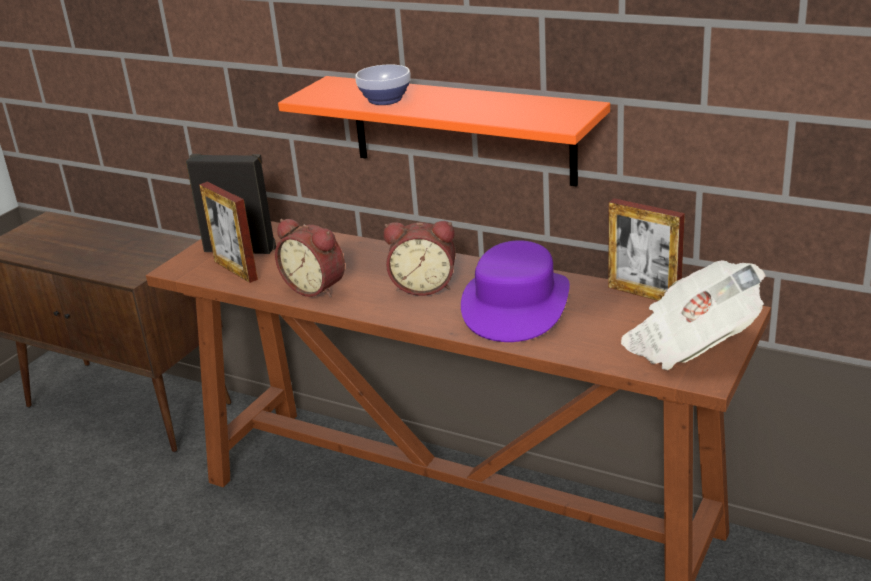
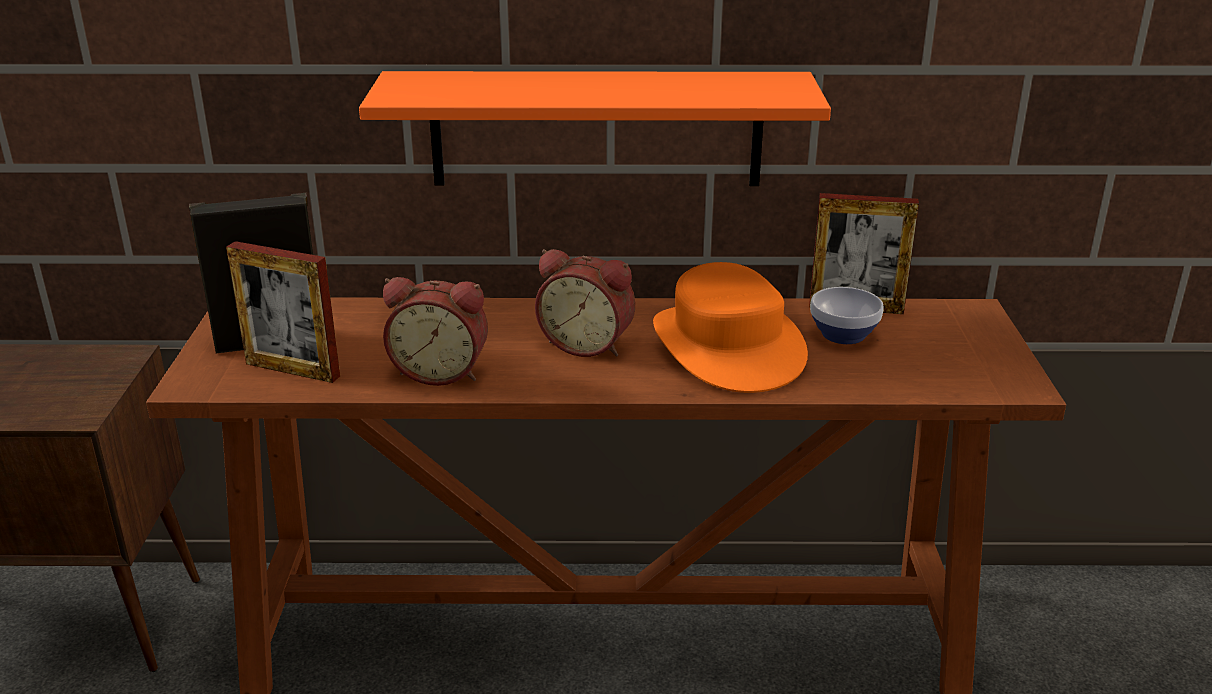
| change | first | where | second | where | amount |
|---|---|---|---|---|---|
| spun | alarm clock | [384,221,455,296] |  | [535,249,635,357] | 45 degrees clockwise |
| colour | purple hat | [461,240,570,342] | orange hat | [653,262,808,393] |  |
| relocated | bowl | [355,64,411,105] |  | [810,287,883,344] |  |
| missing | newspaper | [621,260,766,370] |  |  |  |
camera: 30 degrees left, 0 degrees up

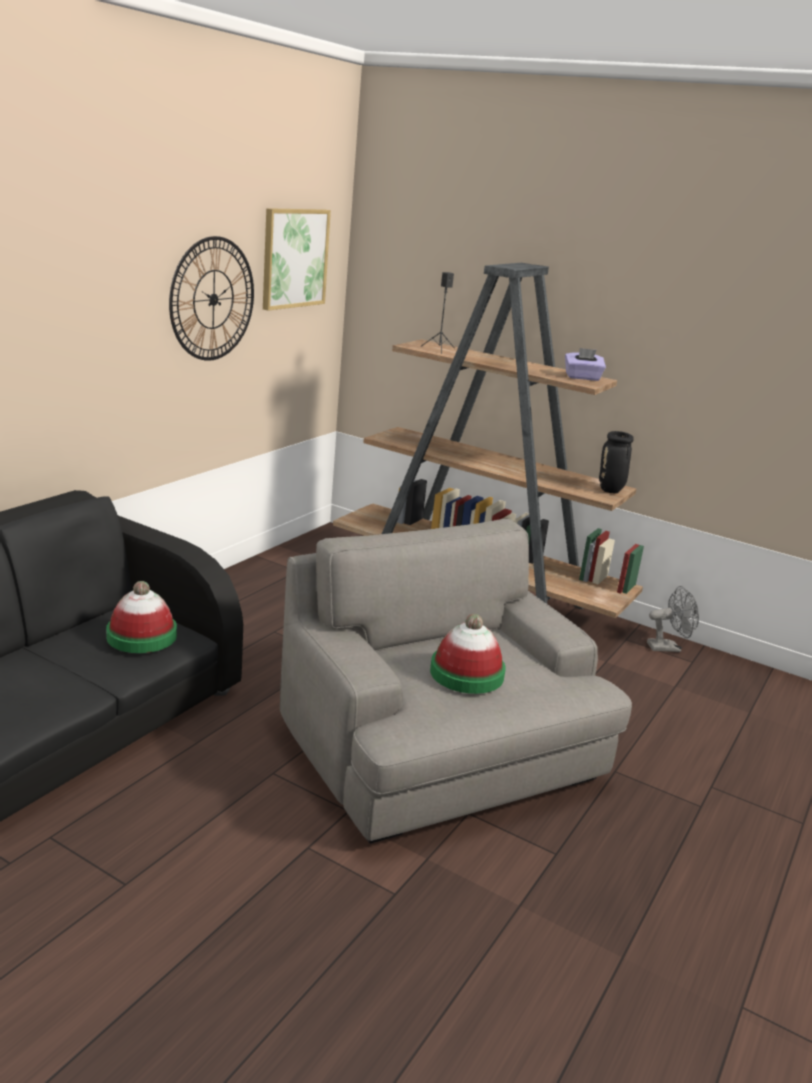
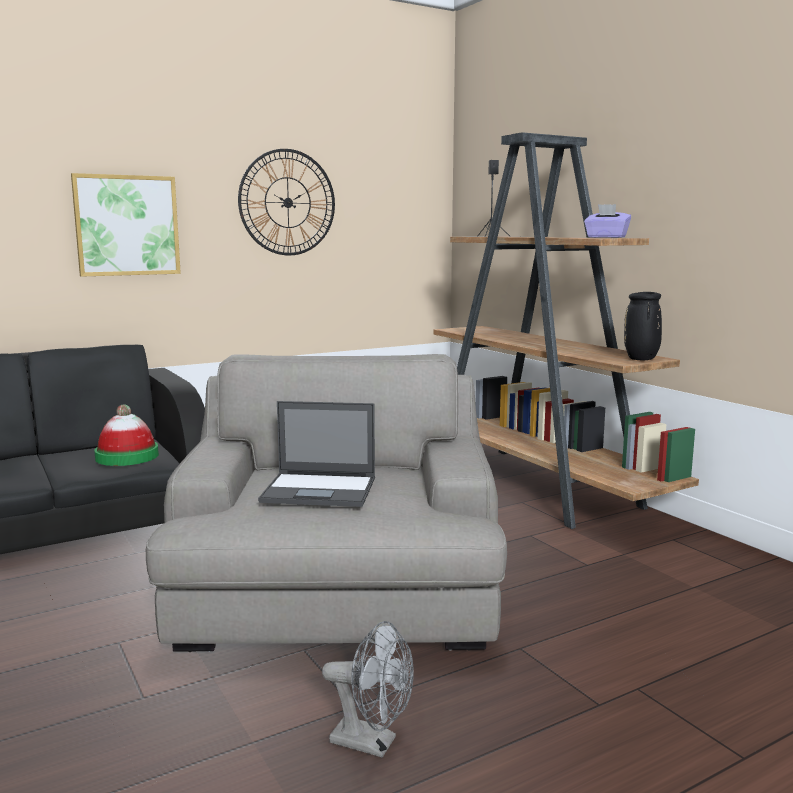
| change | first | where | second | where | amount |
|---|---|---|---|---|---|
| relocated | picture | [263,208,331,311] |  | [71,173,181,277] |  |
| exchanged | hat | [430,614,506,694] | laptop | [258,401,375,507] |  |
| relocated | grey fan | [647,586,699,652] |  | [322,621,414,758] |  |
camera: 30 degrees right, 10 degrees down

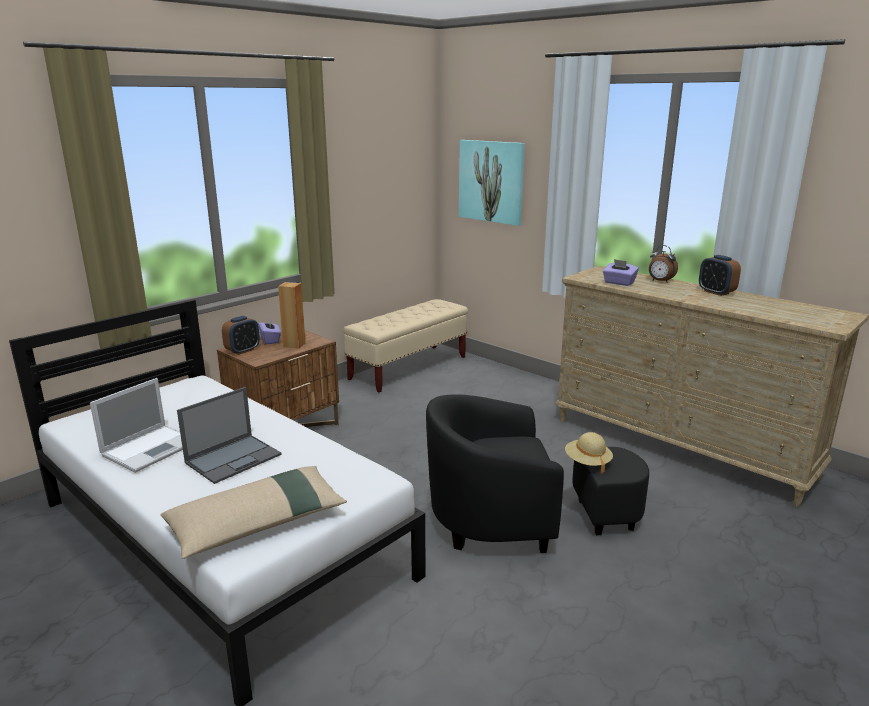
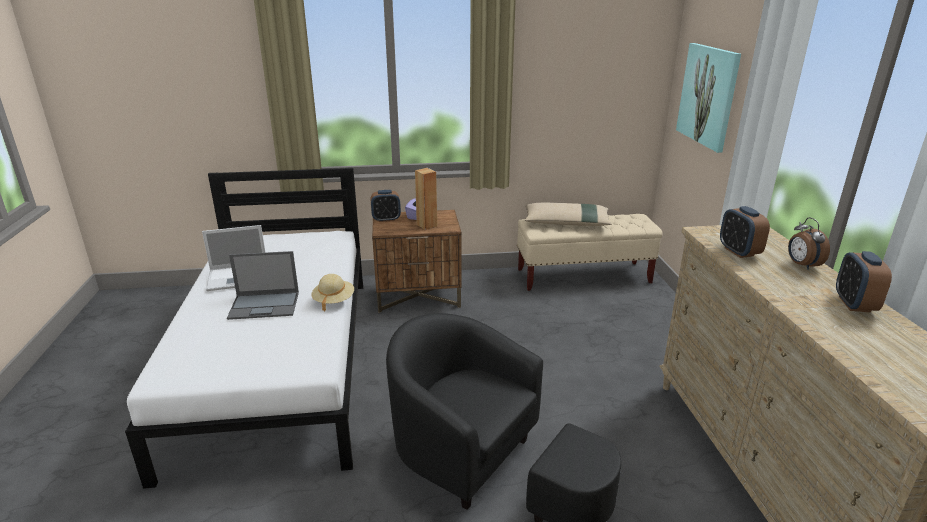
| change | first | where | second | where | amount |
|---|---|---|---|---|---|
| relocated | beige hat | [565,432,613,474] |  | [311,274,354,311] |  |
| relocated | beige pillow | [161,466,347,559] |  | [525,203,612,226] |  |
| exchanged | purple tissue box | [603,259,639,286] | alarm clock | [720,206,770,258] |  |
camera: 40 degrees right, 5 degrees up

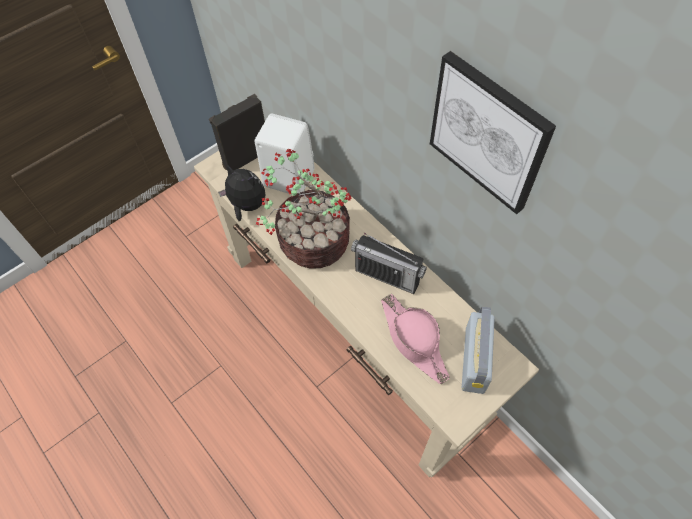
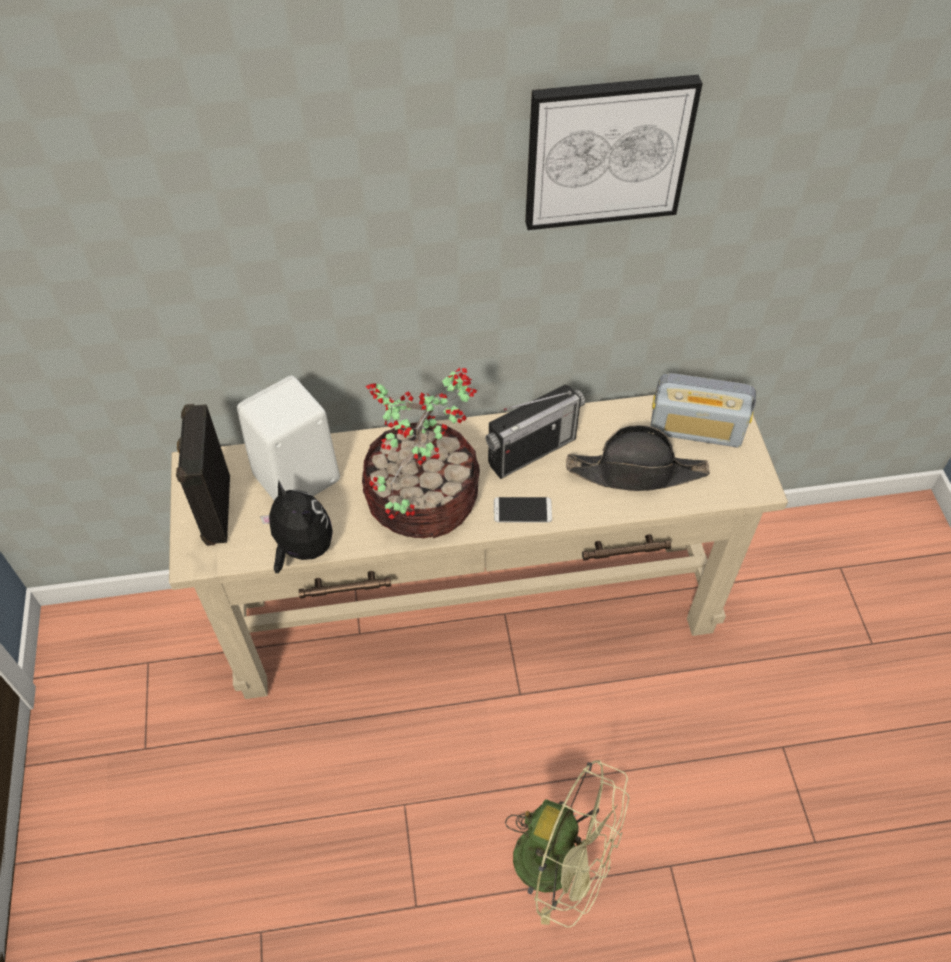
| change | first | where | second | where | amount |
|---|---|---|---|---|---|
| spun | plush toy | [218,164,265,221] |  | [260,480,333,573] | 75 degrees clockwise |
| appeared |  |  | phone | [494,497,552,523] |  |
| appeared |  |  | green fan | [505,760,629,928] |  |
| colour | pink hat | [381,294,450,384] | black hat | [566,425,710,491] |  |
| spun | radio | [462,306,495,394] |  | [650,373,756,447] | 150 degrees clockwise |
camera: 60 degrees left, 5 degrees down

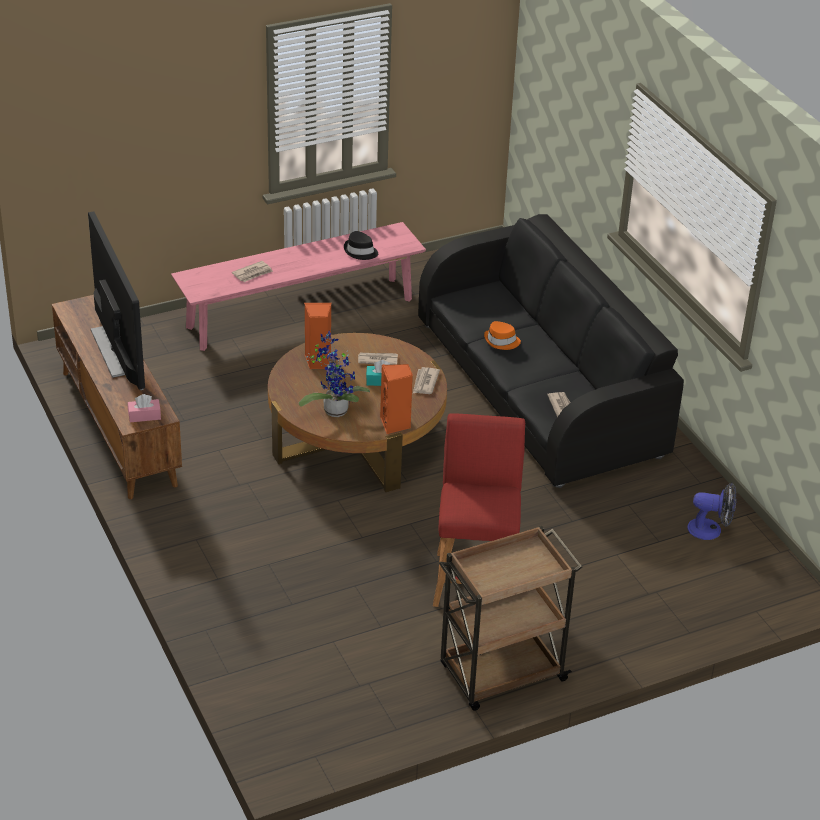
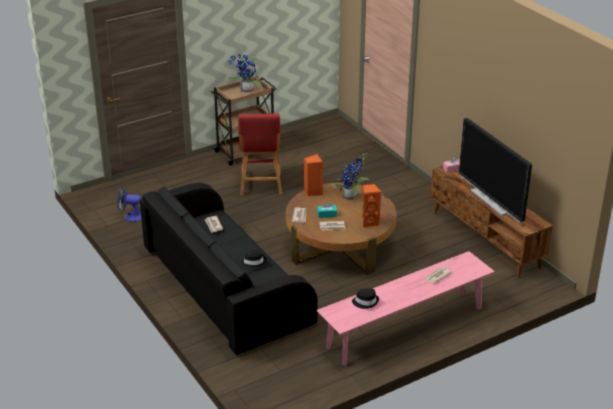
| change | first | where | second | where | amount |
|---|---|---|---|---|---|
| appeared |  |  | potted plant | [228,54,262,92] |  |
| colour | orange hat | [484,321,521,350] | black hat | [241,248,266,269] |  |
camera: 175 degrees right, 5 degrees down

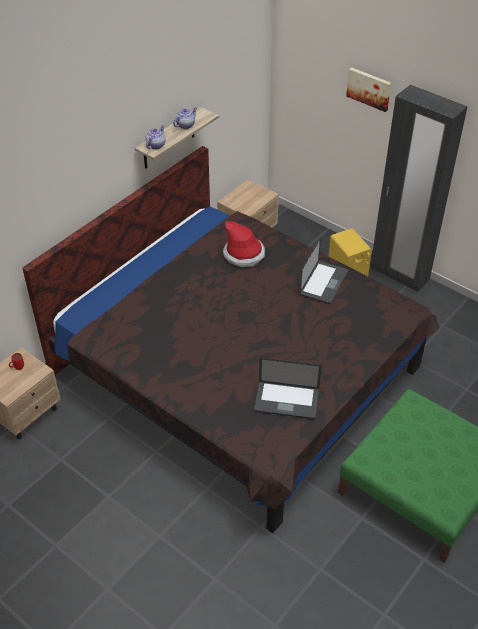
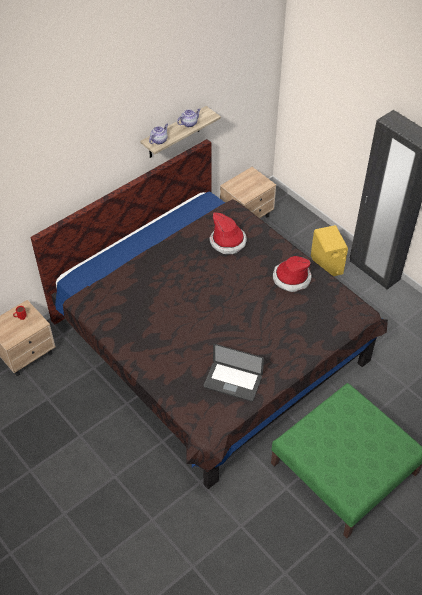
| change | first | where | second | where | amount |
|---|---|---|---|---|---|
| exchanged | laptop | [300,238,348,304] | hat | [273,256,312,292] |  |
| missing | picture | [346,67,391,112] |  |  |  |
camera: 10 degrees right, 5 degrees up

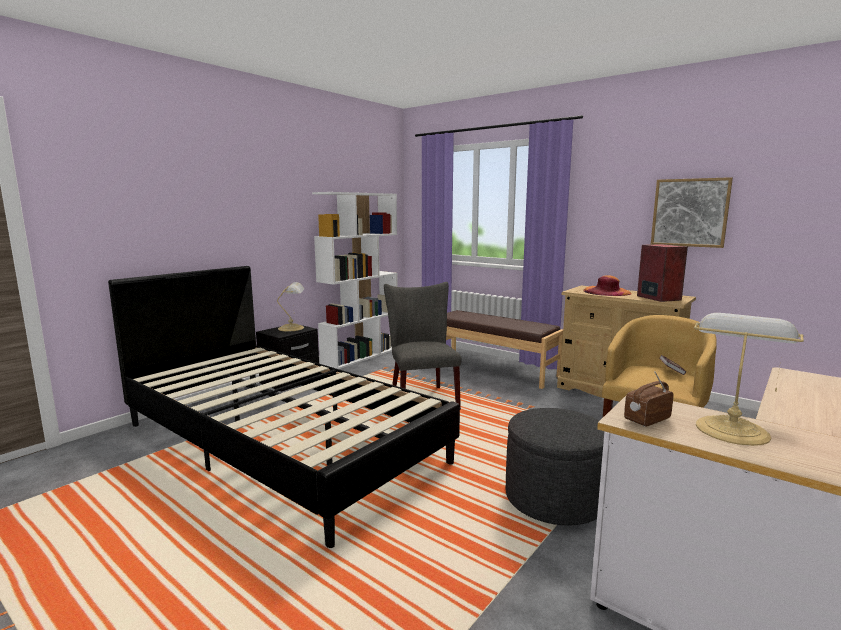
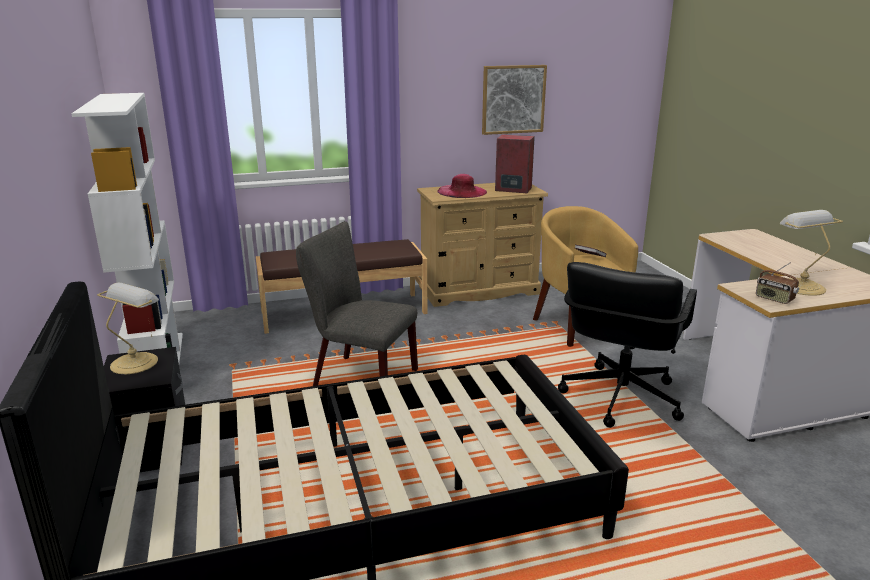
| change | first | where | second | where | amount |
|---|---|---|---|---|---|
| colour | orange hat | [583,275,632,296] | pink hat | [438,174,487,198] |  |
| exchanged | grey ottoman | [506,408,604,525] | black office chair | [558,262,697,428] |  |
| spun | radio | [624,372,674,427] |  | [756,262,799,304] | 45 degrees counterclockwise |
camera: 55 degrees left, 10 degrees up

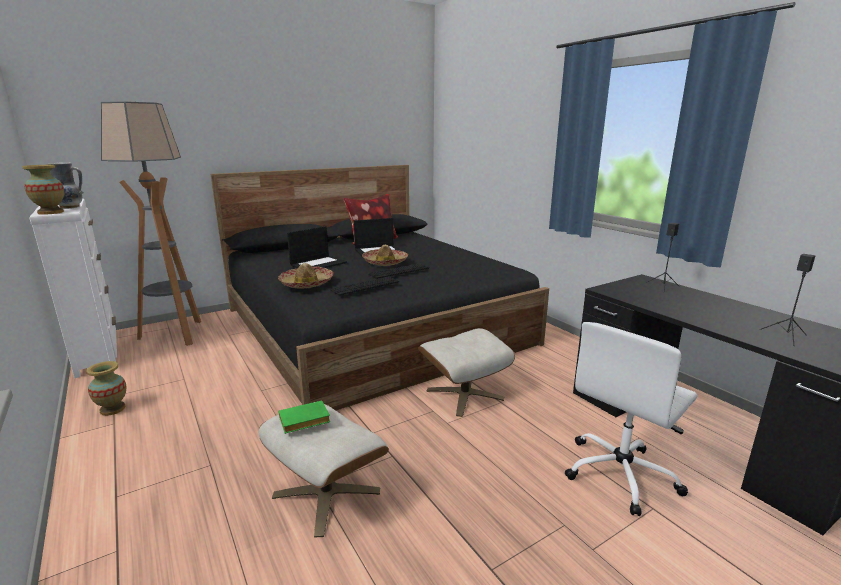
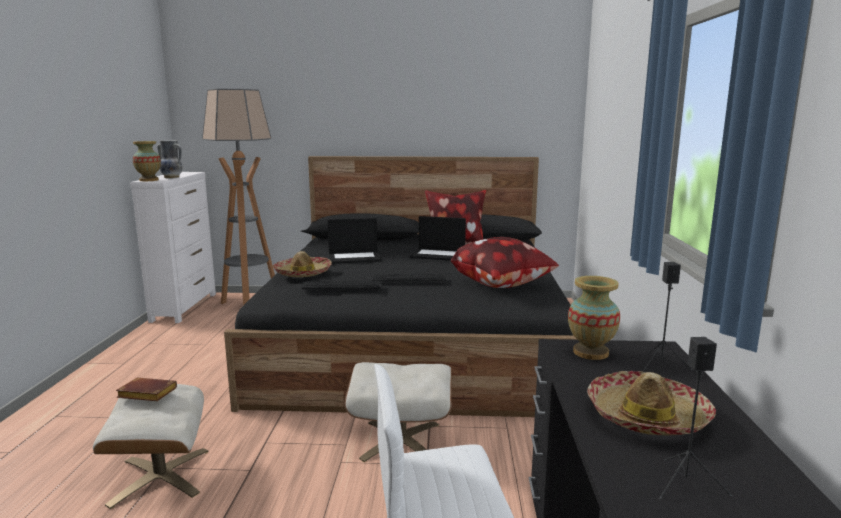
| change | first | where | second | where | amount |
|---|---|---|---|---|---|
| colour | green book | [278,401,330,434] | brown book | [116,378,177,401] |  |
| appeared |  |  | pillow | [451,237,559,288] |  |
| relocated | vase | [86,361,126,416] |  | [568,276,620,360] |  |
| relocated | hat | [362,245,408,266] |  | [587,371,716,435] |  |
camera: 35 degrees right, 5 degrees down

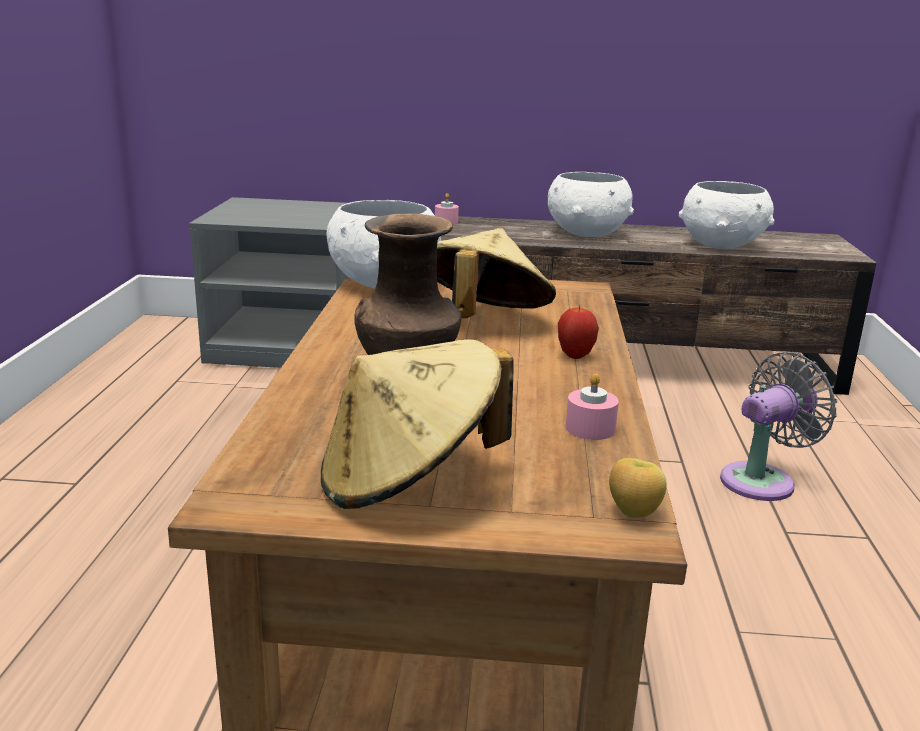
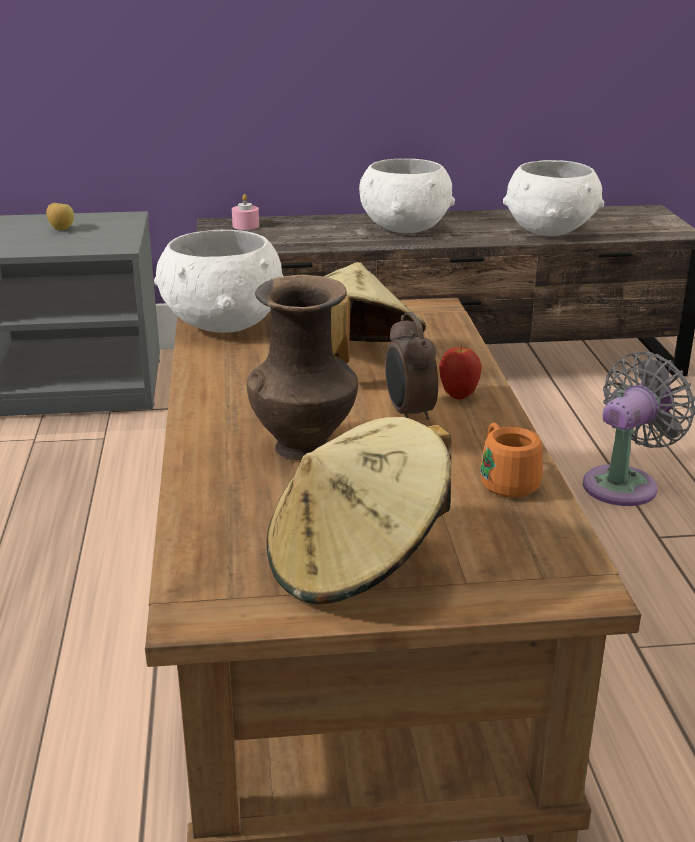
| change | first | where | second | where | amount |
|---|---|---|---|---|---|
| relocated | apple | [609,458,667,518] |  | [46,203,74,230] |  |
| appeared |  |  | alarm clock | [385,312,438,420] |  |
| exchanged | pink candle | [566,373,619,440] | orange mug | [480,423,543,498] |  |
camera: 10 degrees left, 5 degrees up

